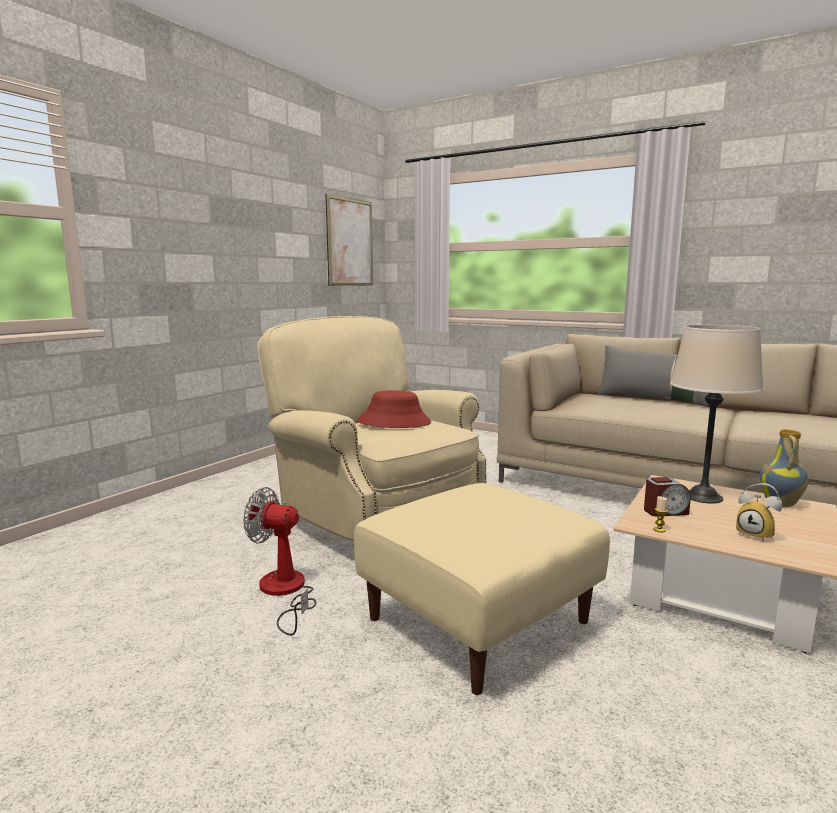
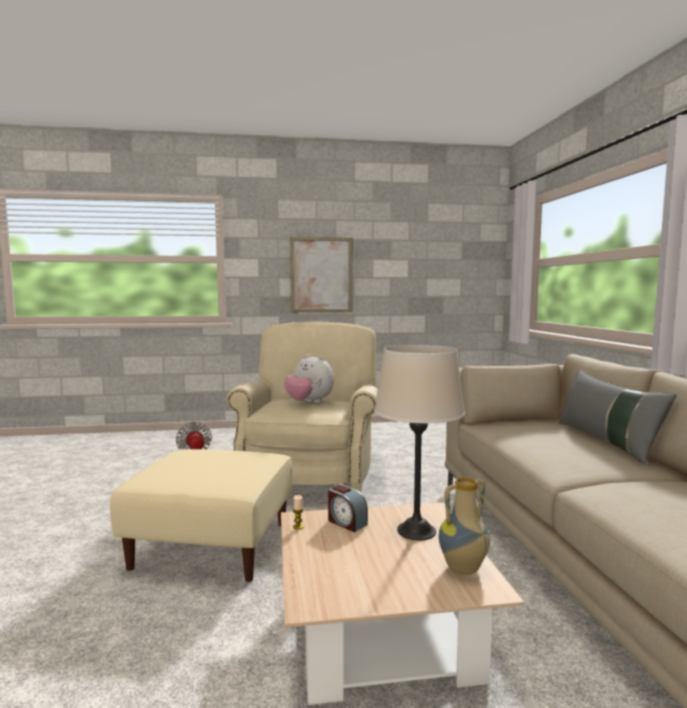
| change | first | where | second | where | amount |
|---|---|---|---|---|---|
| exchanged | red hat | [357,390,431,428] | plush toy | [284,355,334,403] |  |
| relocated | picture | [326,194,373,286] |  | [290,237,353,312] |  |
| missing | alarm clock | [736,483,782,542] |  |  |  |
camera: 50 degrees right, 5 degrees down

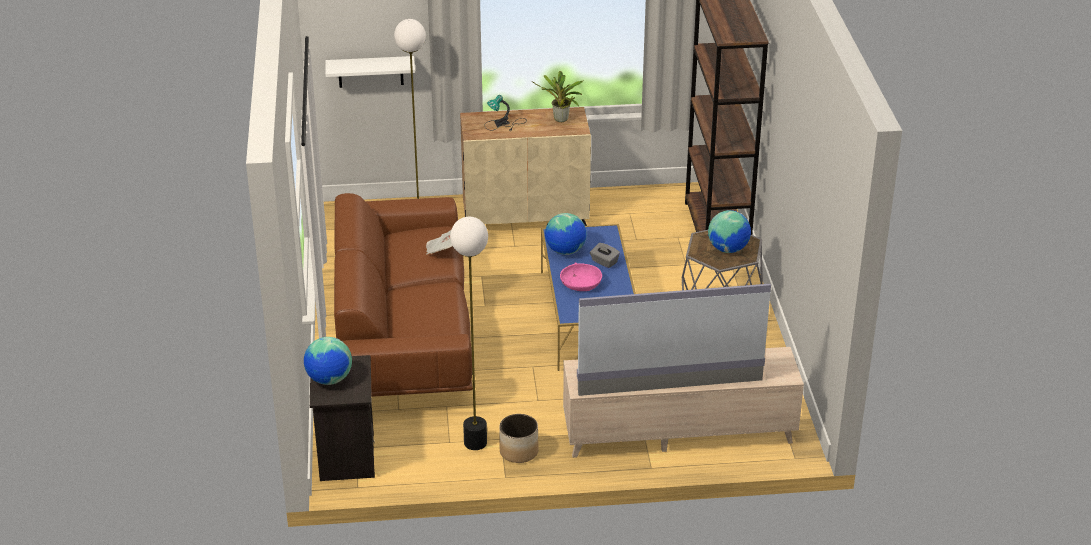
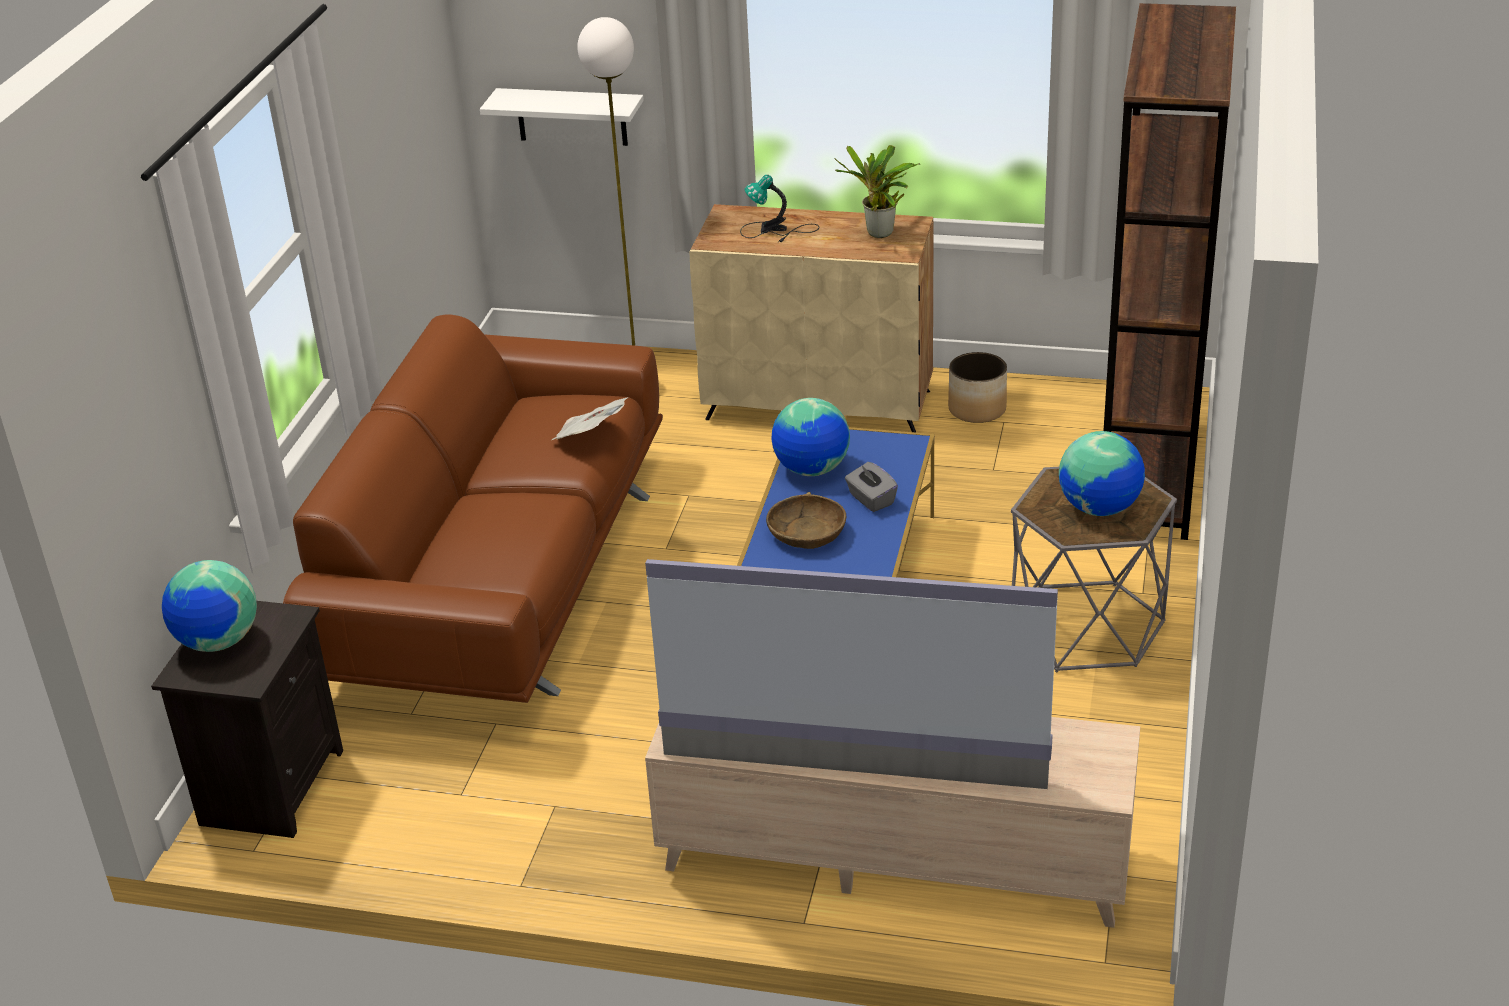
| change | first | where | second | where | amount |
|---|---|---|---|---|---|
| colour | pink bowl | [560,262,602,291] | brown bowl | [766,492,846,549] |  |
| relocated | planter | [499,414,539,463] |  | [948,352,1007,423] |  |
| missing | floor lamp | [450,217,488,450] |  |  |  |
camera: 20 degrees right, 0 degrees up

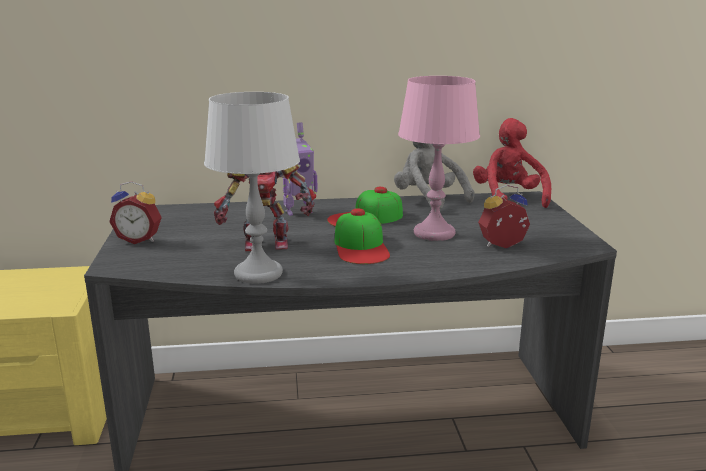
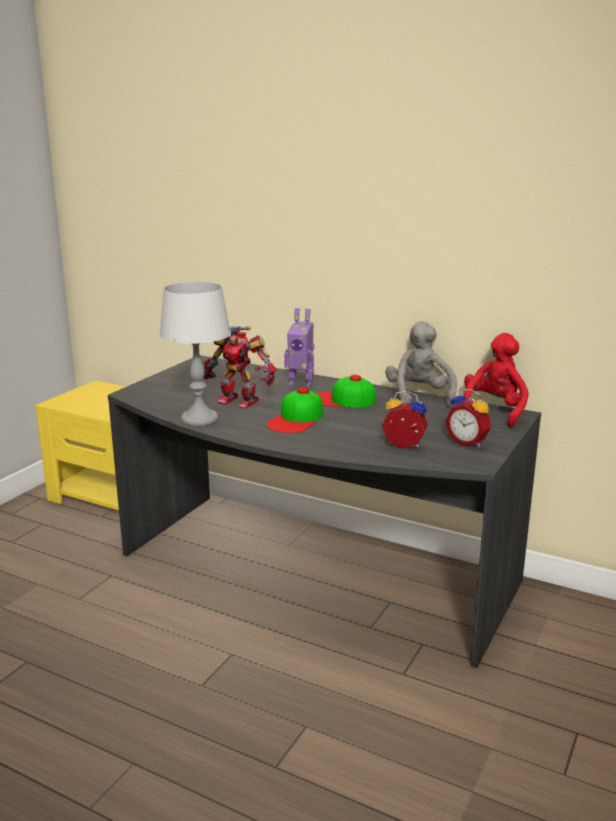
| change | first | where | second | where | amount |
|---|---|---|---|---|---|
| relocated | alarm clock | [109,181,162,244] |  | [445,389,492,447] |  |
| missing | pink table lamp | [398,76,480,241] |  |  |  |
camera: 35 degrees right, 0 degrees up

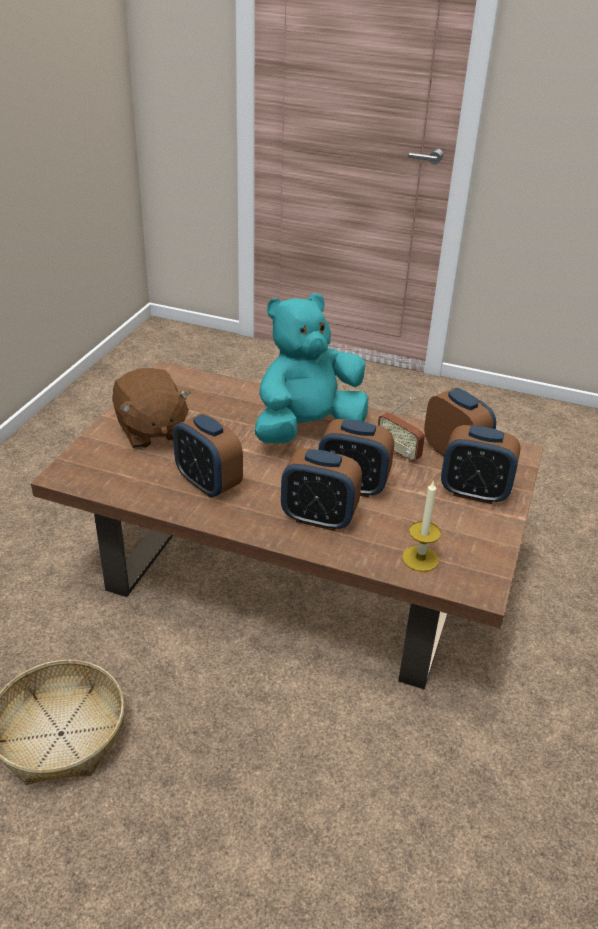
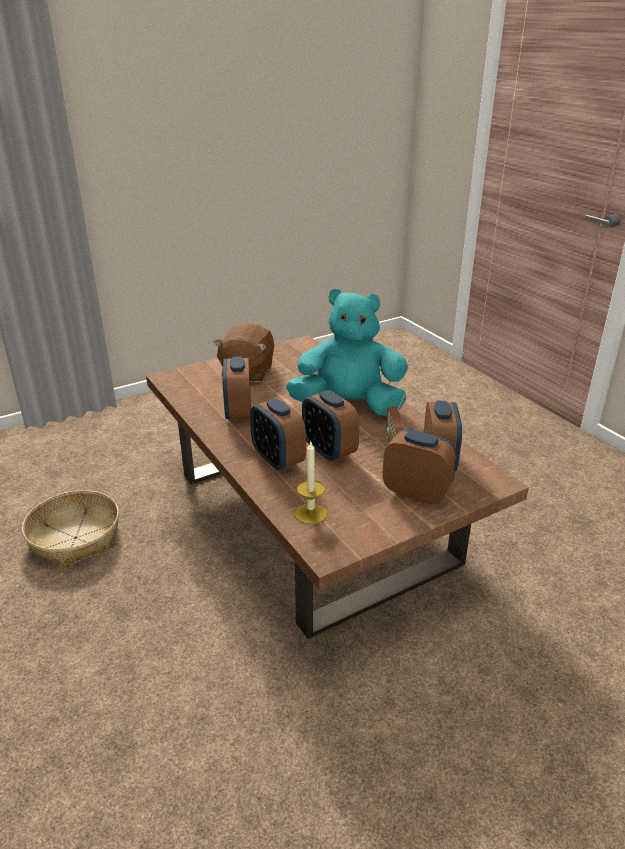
| change | first | where | second | where | amount |
|---|---|---|---|---|---|
| spun | alarm clock | [441,425,520,504] |  | [382,429,457,504] | 150 degrees clockwise |
camera: 40 degrees right, 5 degrees down

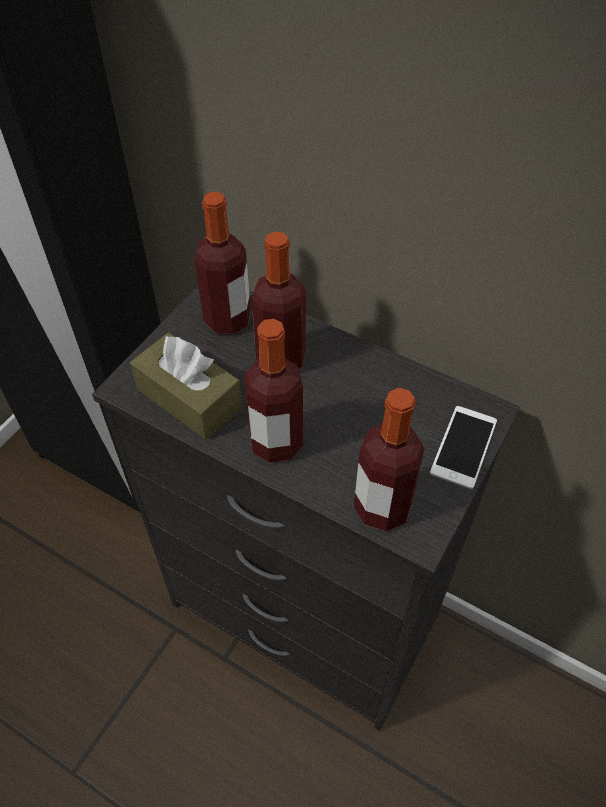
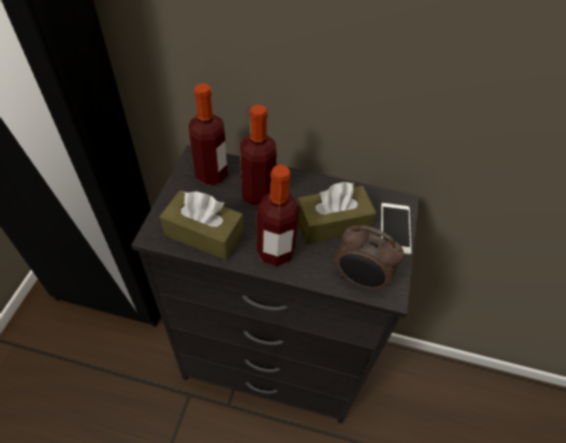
| change | first | where | second | where | amount |
|---|---|---|---|---|---|
| appeared |  |  | brown tissue box | [297,182,377,245] |  |
| exchanged | bottle | [354,388,424,531] | alarm clock | [334,225,404,292] |  |
camera: 20 degrees left, 0 degrees up

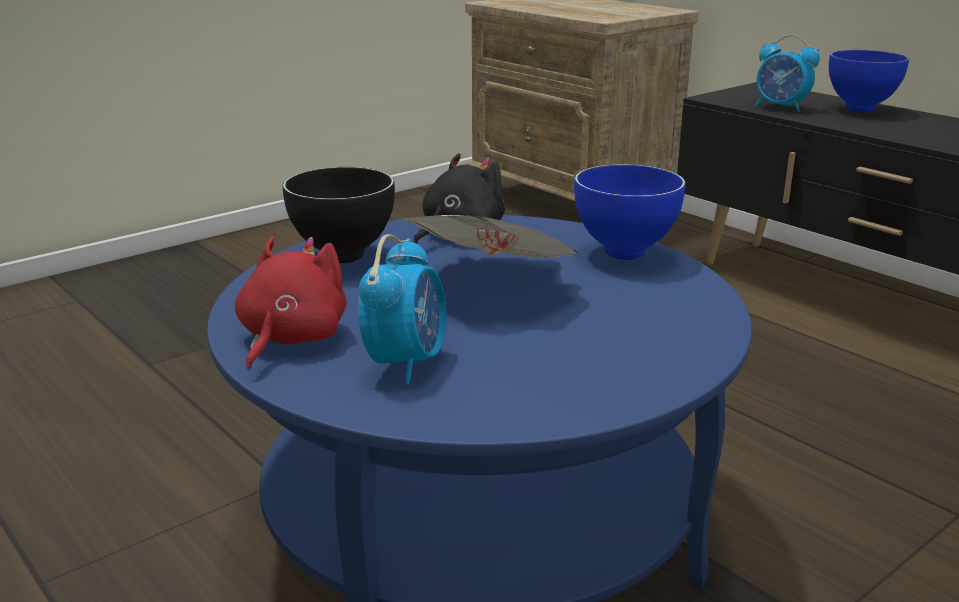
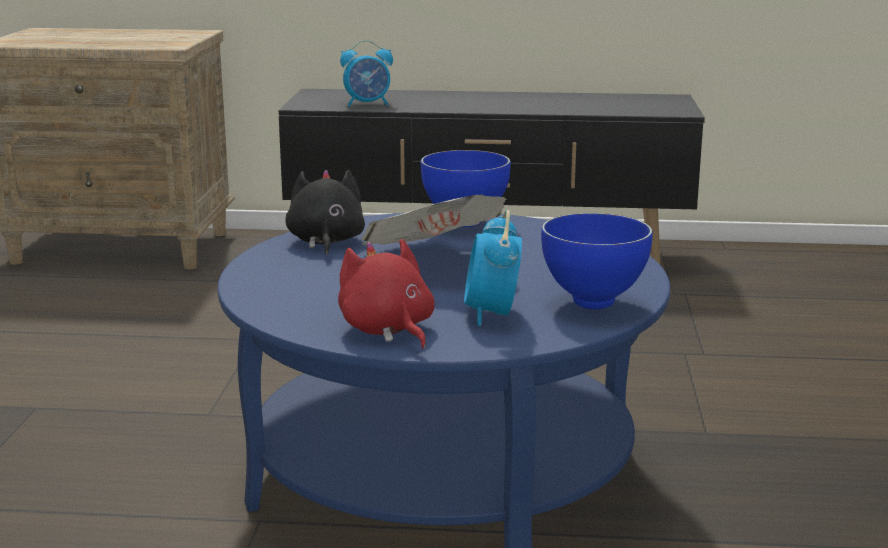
| change | first | where | second | where | amount |
|---|---|---|---|---|---|
| spun | alarm clock | [358,234,446,384] |  | [464,210,522,326] | 150 degrees counterclockwise |
| relocated | blue bowl | [829,50,909,112] |  | [541,213,653,309] |  |
| missing | black bowl | [283,167,395,263] |  |  |  |
camera: 45 degrees left, 5 degrees down

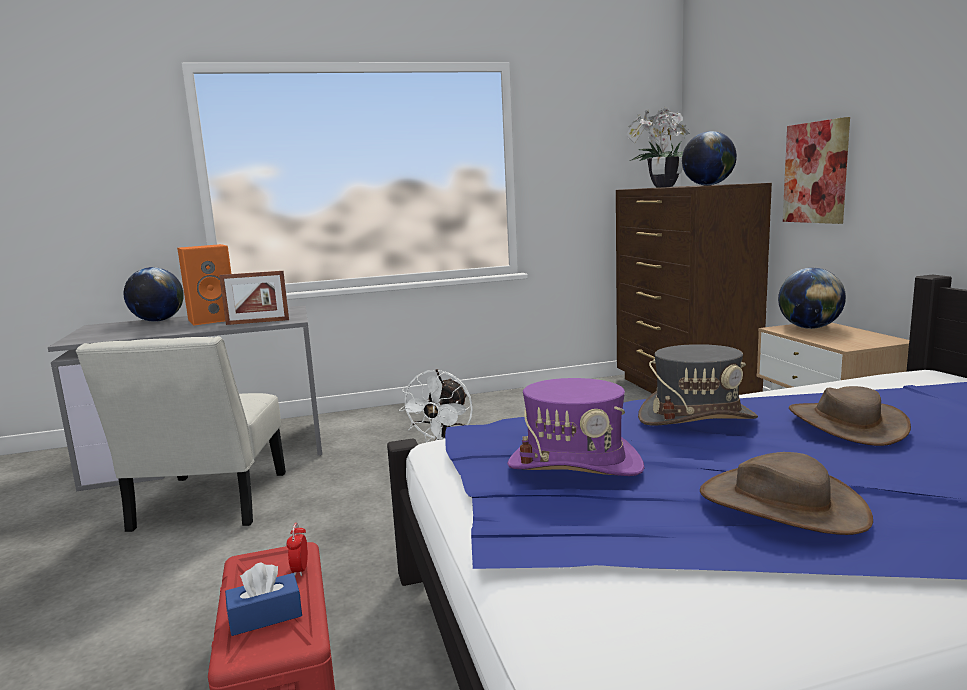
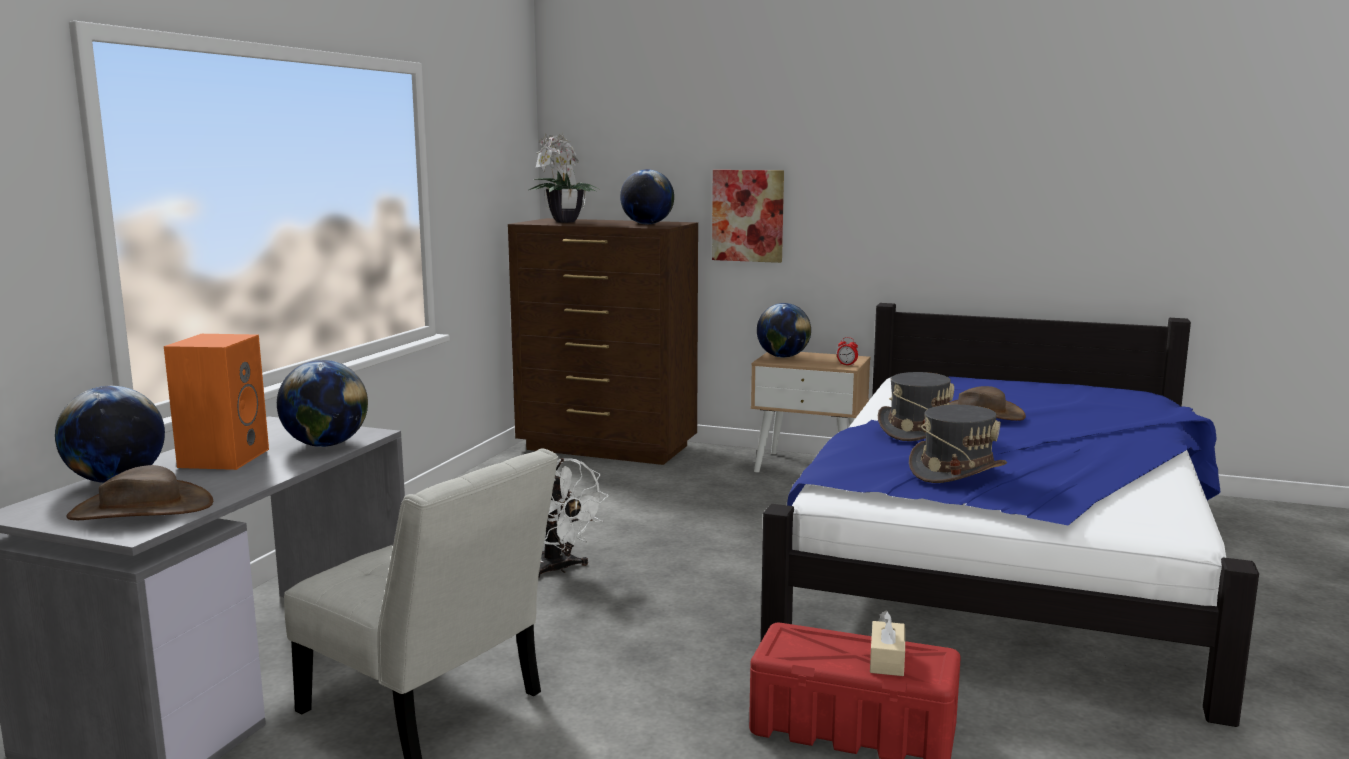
| change | first | where | second | where | amount |
|---|---|---|---|---|---|
| relocated | brown hat | [700,452,873,535] |  | [66,465,213,520] |  |
| exchanged | picture frame | [219,271,289,325] | globe | [277,360,368,447] |  |
| relocated | alarm clock | [286,523,308,576] |  | [837,337,858,366] |  |
| colour | blue tissue box | [225,562,302,636] | beige tissue box | [870,611,905,676] |  |
| colour | purple hat | [507,378,645,476] | grey hat | [909,405,1007,483] |  |
camera: 55 degrees left, 0 degrees up

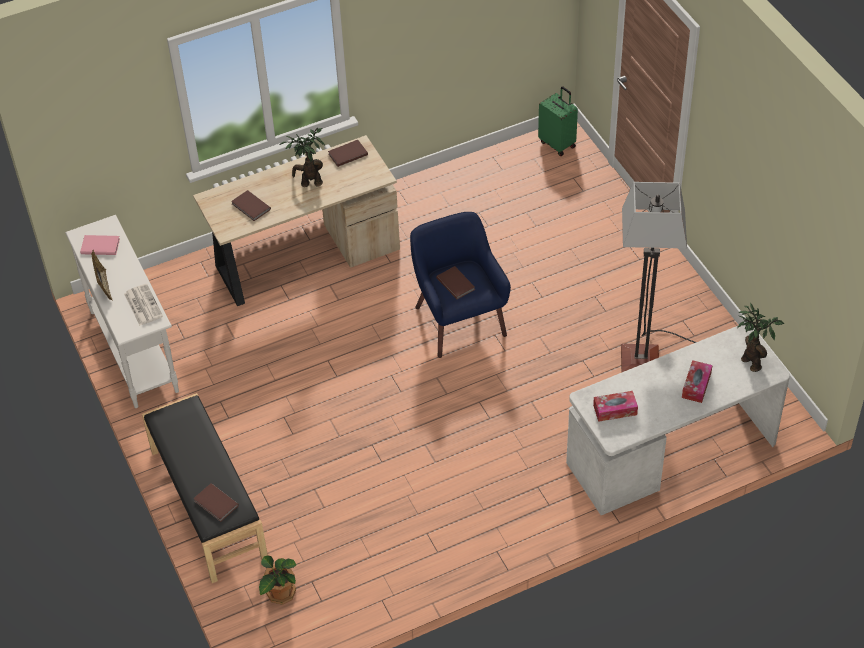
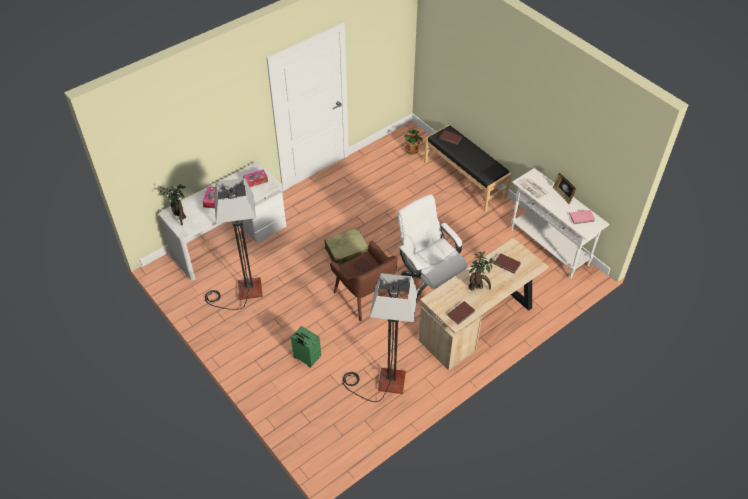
| change | first | where | second | where | amount |
|---|---|---|---|---|---|
| relocated | green suitcase | [538,86,578,156] |  | [291,326,321,368] |  |
| appeared |  |  | beige suitcase | [324,227,369,266] |  |
| colour | blue armchair | [410,212,511,358] | brown armchair | [330,241,397,321] |  |
| appeared |  |  | floor lamp | [342,273,418,402] |  |
| appeared |  |  | white office chair | [397,194,467,301] |  |
camera: 165 degrees right, 0 degrees up

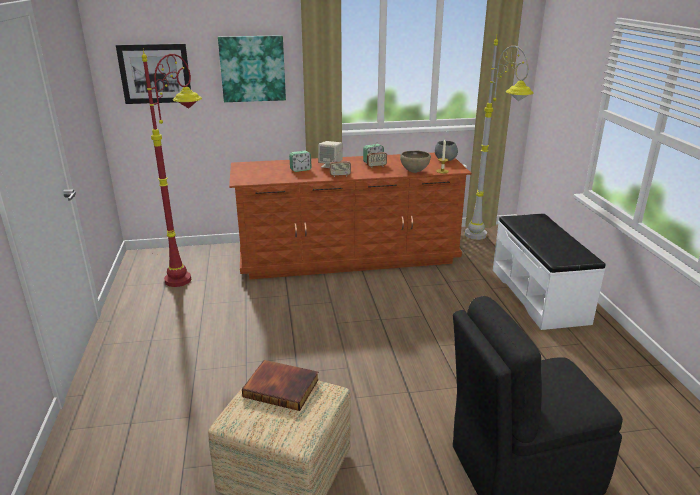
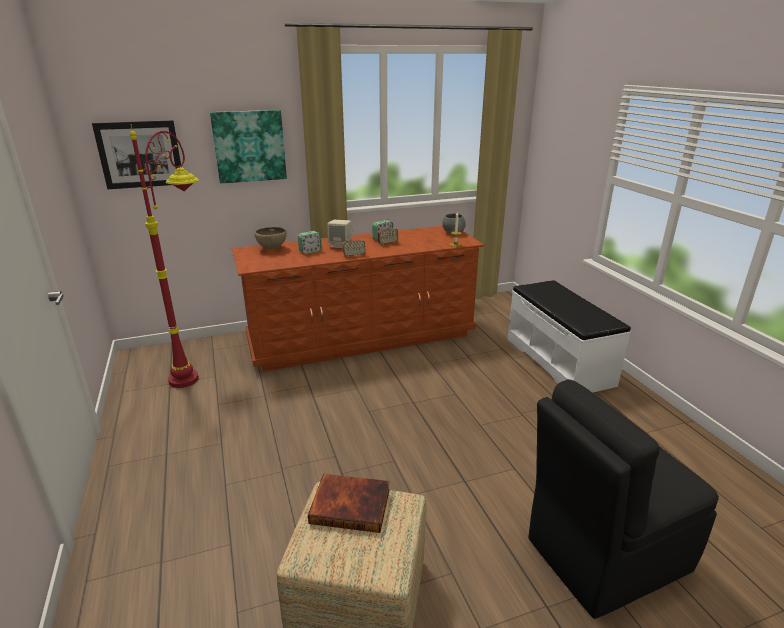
| change | first | where | second | where | amount |
|---|---|---|---|---|---|
| relocated | brown bowl | [400,150,431,173] |  | [254,227,287,250] |  |
| missing | grey floor lamp | [464,36,534,240] |  |  |  |
camera: 10 degrees left, 0 degrees up

